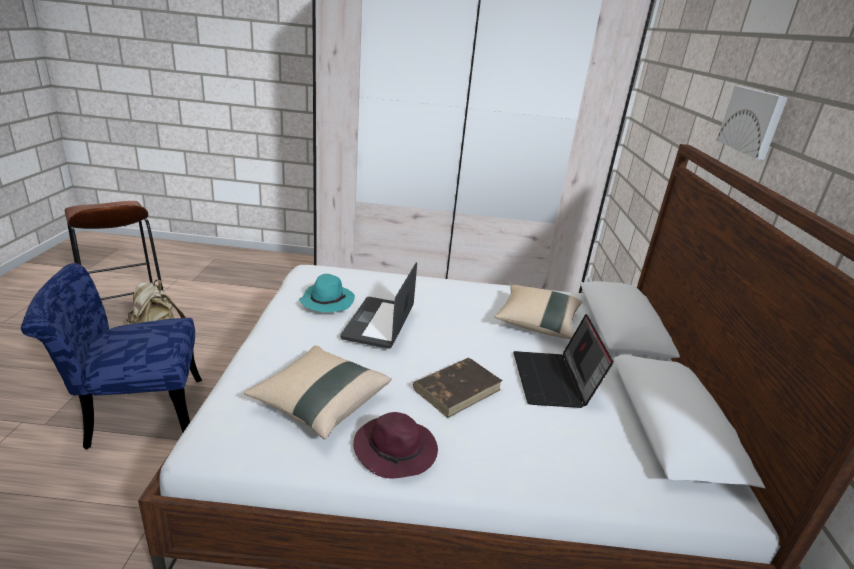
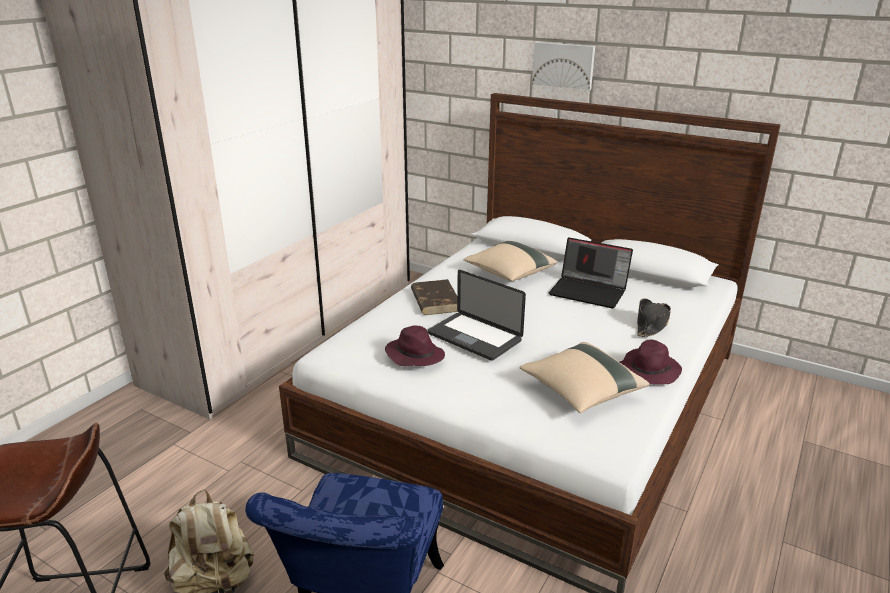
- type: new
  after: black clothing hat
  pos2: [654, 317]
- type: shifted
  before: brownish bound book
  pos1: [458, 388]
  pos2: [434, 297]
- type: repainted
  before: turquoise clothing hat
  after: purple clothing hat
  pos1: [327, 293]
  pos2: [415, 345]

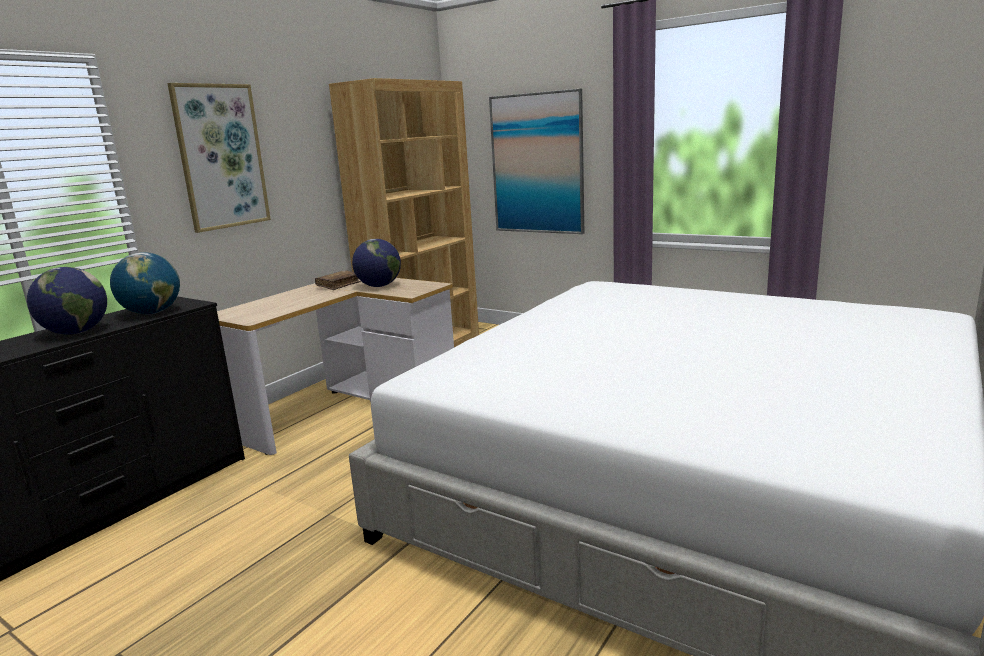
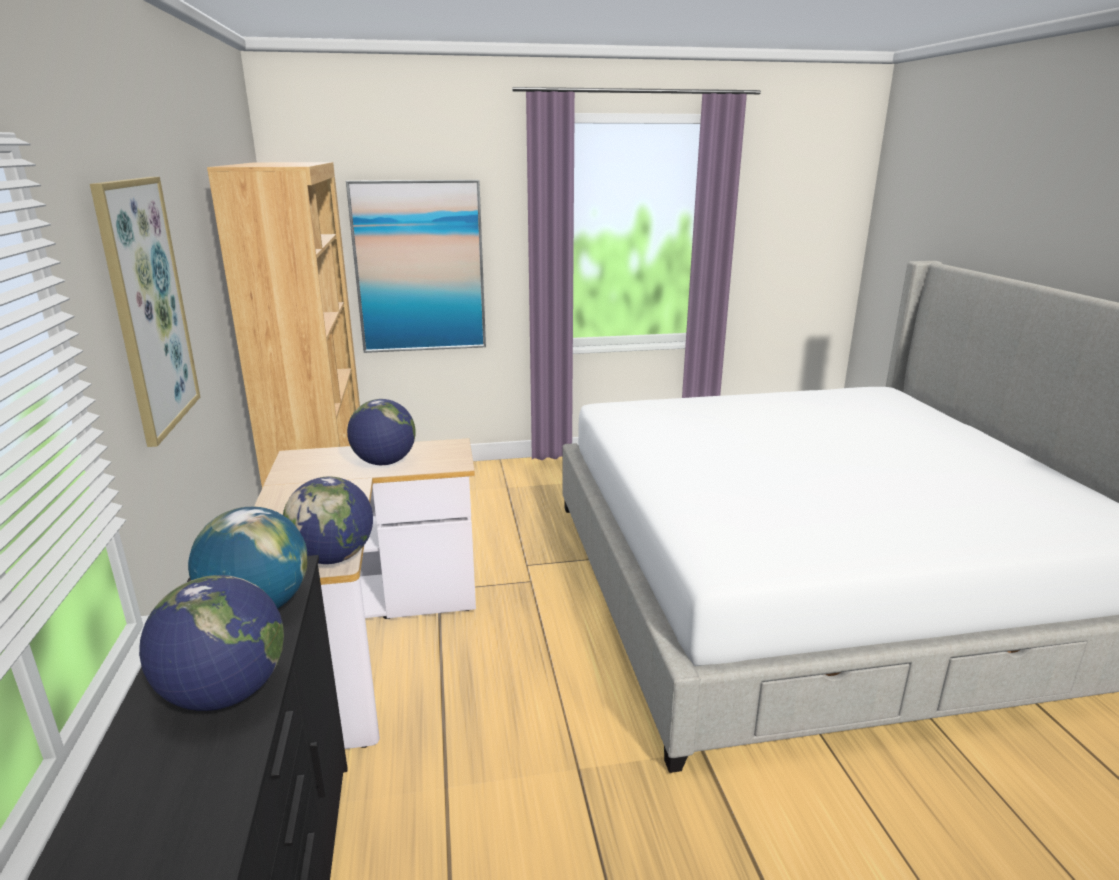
- type: gone
  before: brownish bound book
  pos1: [338, 280]
- type: new
  after: world globe
  pos2: [328, 520]

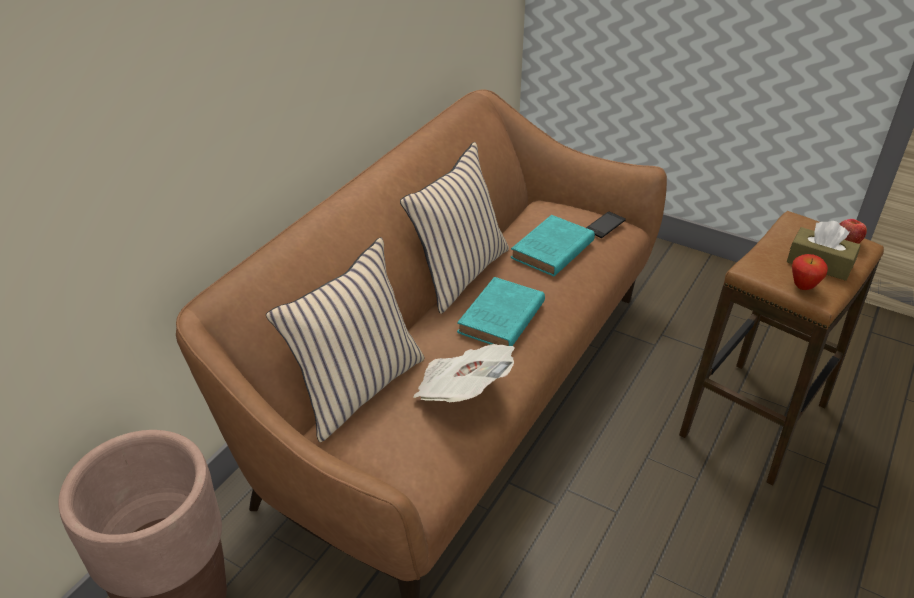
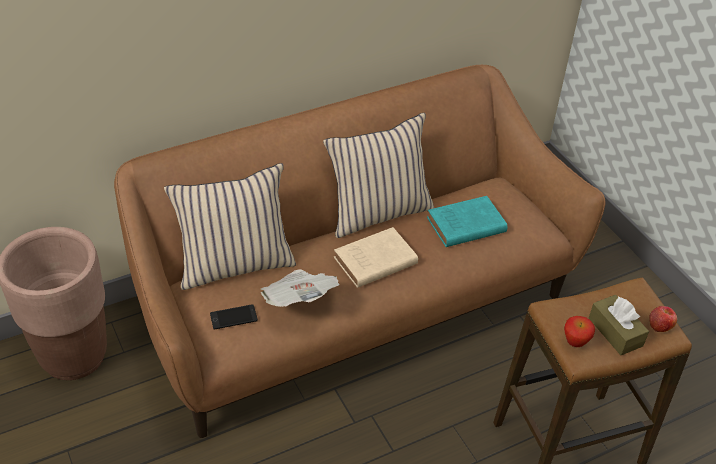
- type: shifted
  before: handset
  pos1: [606, 225]
  pos2: [234, 317]
- type: repainted
  before: turquoise bound book
  after: sand-coloured bound book
  pos1: [501, 311]
  pos2: [376, 257]

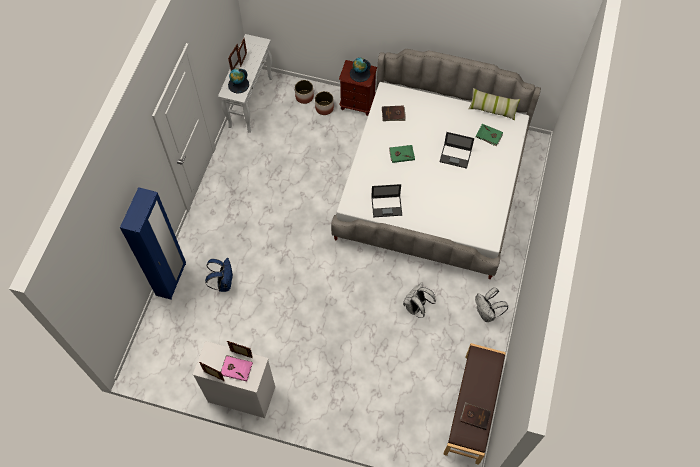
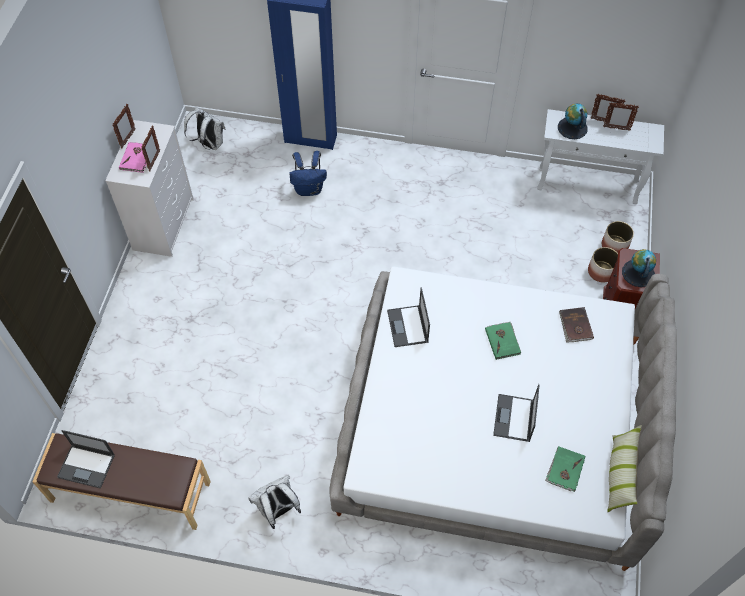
- type: shifted
  before: white-coloured rucksack
  pos1: [419, 300]
  pos2: [205, 128]
- type: swapped
  before: brownish bound book
  after: notebook computer
  pos1: [475, 416]
  pos2: [86, 459]

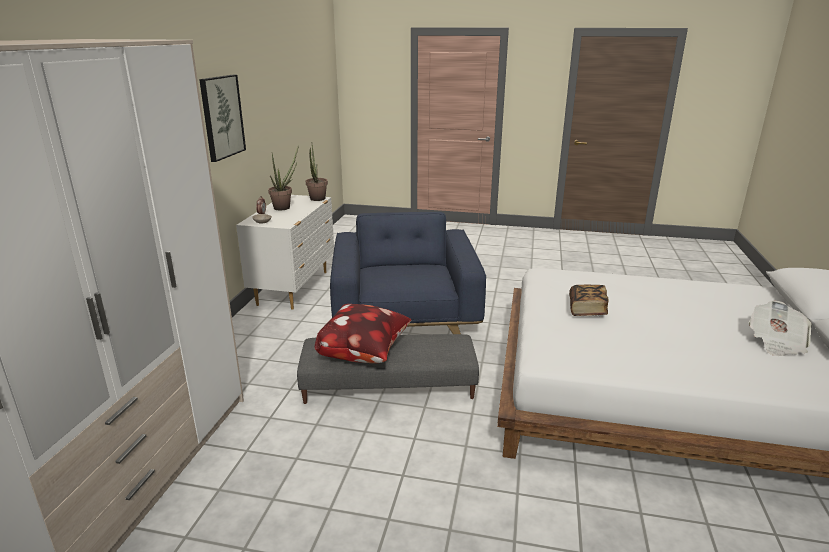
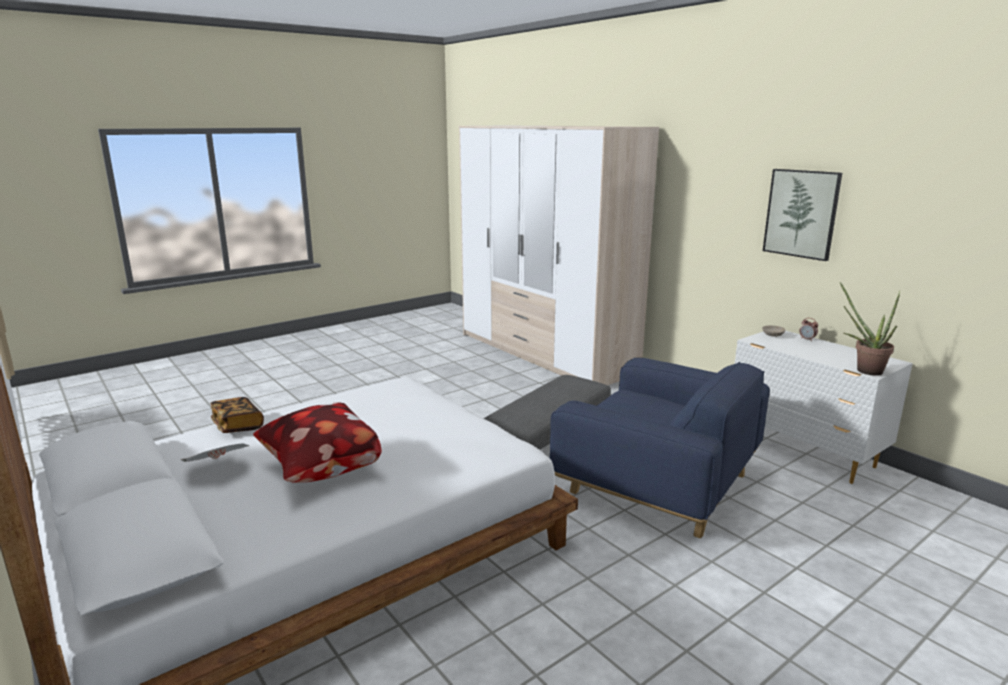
- type: gone
  before: plant in a pot
  pos1: [283, 177]
- type: shifted
  before: pillow
  pos1: [363, 333]
  pos2: [317, 443]
- type: shifted
  before: bound book
  pos1: [588, 300]
  pos2: [237, 415]

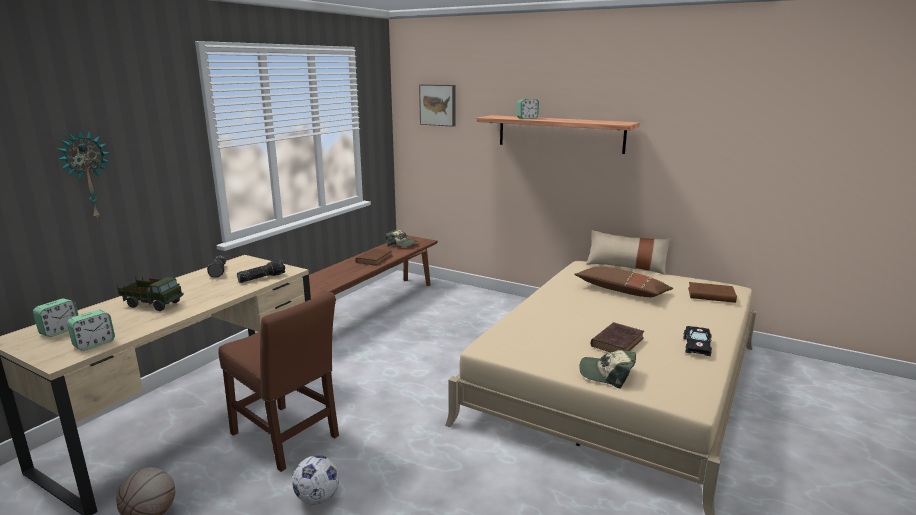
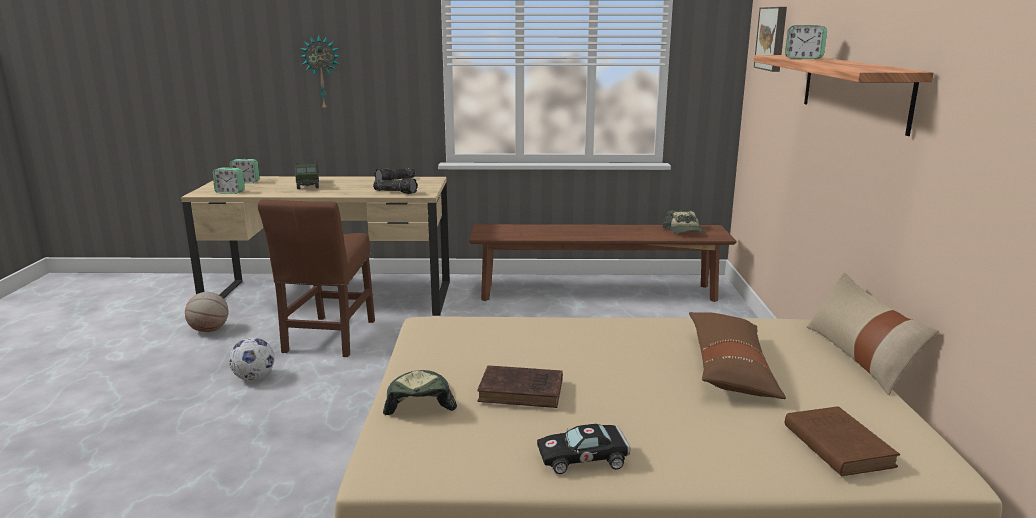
- type: gone
  before: brownish bound book
  pos1: [374, 257]

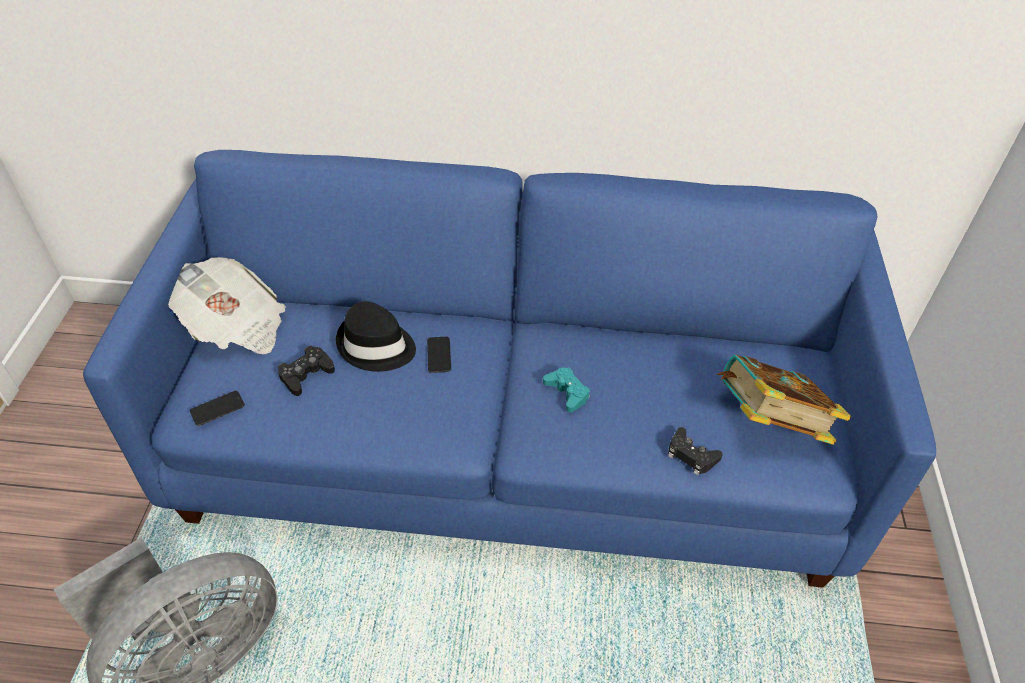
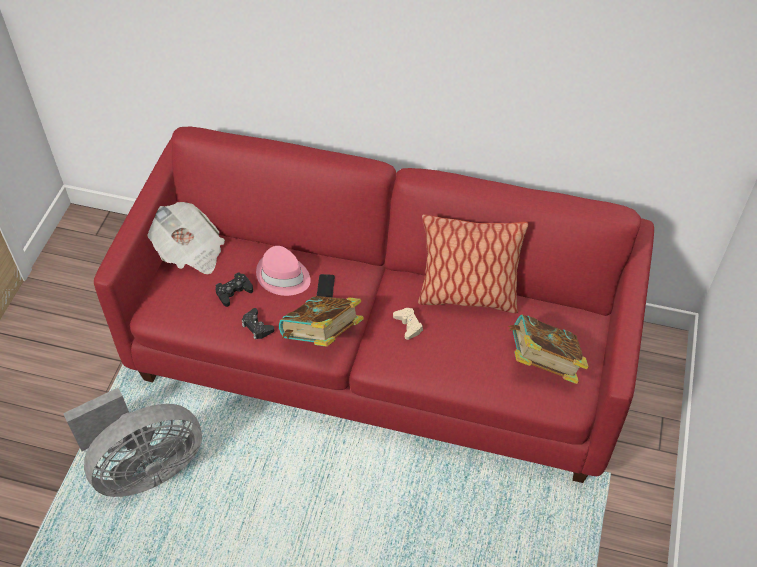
- type: gone
  before: handset
  pos1: [217, 408]
- type: new
  after: bound book
  pos2: [321, 321]
- type: new
  after: pillow
  pos2: [473, 263]
- type: shifted
  before: black game controller
  pos1: [695, 451]
  pos2: [258, 324]
- type: repainted
  before: blue sofa
  after: reddish sofa
  pos1: [509, 369]
  pos2: [374, 305]
- type: repainted
  before: black clothing hat
  after: pinkish clothing hat
  pos1: [376, 336]
  pos2: [283, 271]
- type: repainted
  before: turquoise game controller
  after: sand-coloured game controller
  pos1: [566, 389]
  pos2: [408, 324]

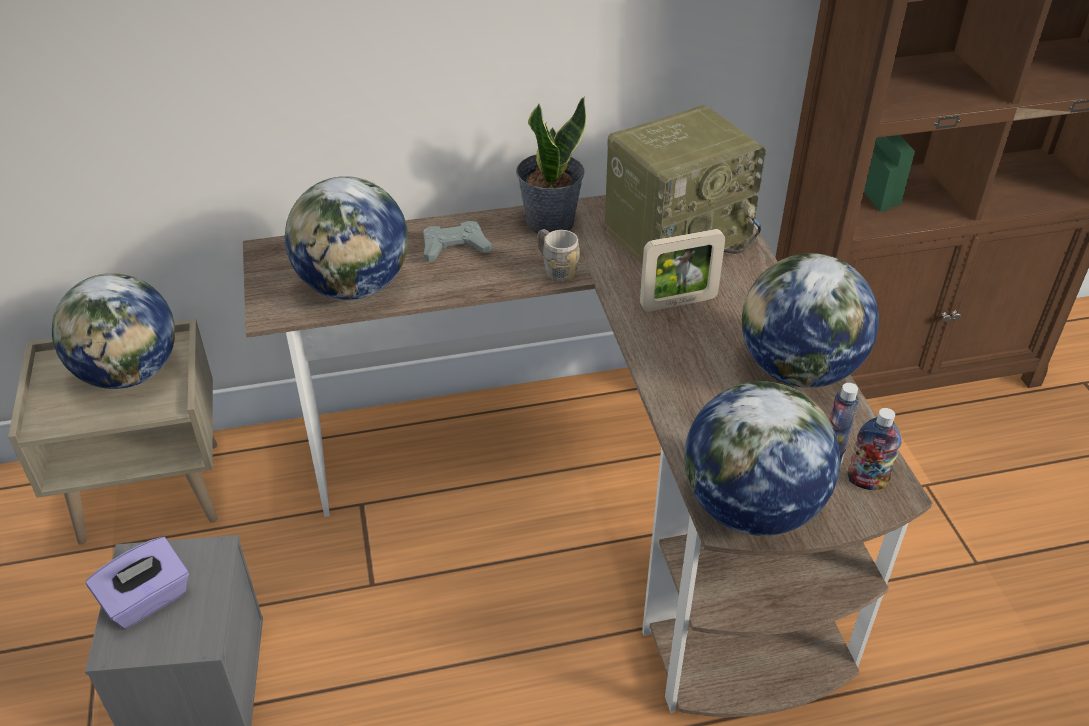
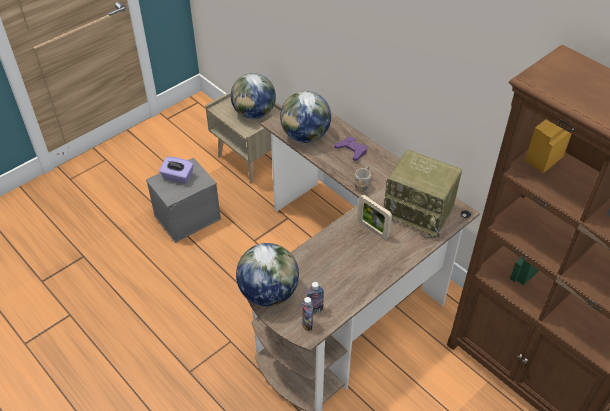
- type: gone
  before: plant in a pot
  pos1: [551, 165]
- type: gone
  before: world globe
  pos1: [810, 320]
- type: repainted
  before: gray game controller
  after: purple game controller
  pos1: [457, 241]
  pos2: [350, 148]

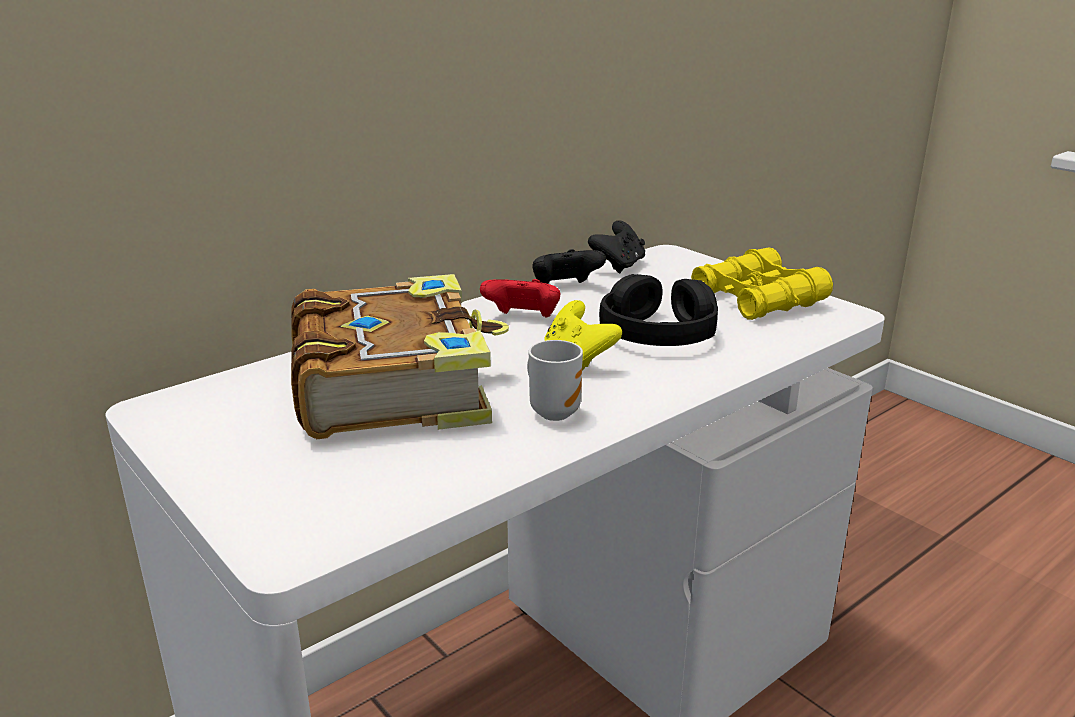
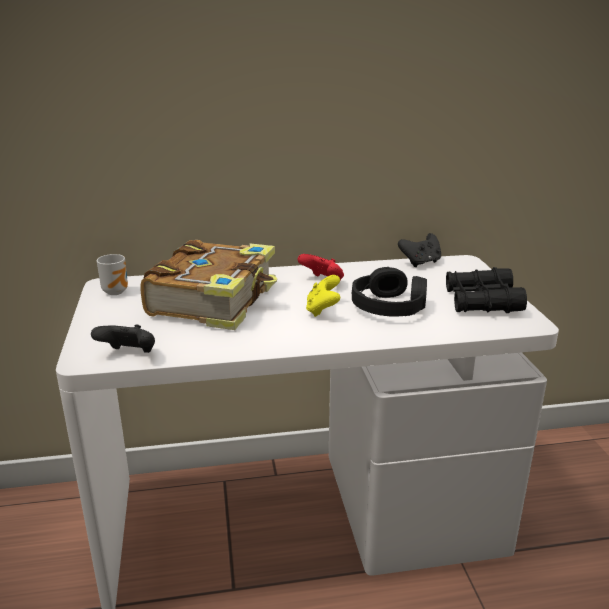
- type: shifted
  before: tea mug
  pos1: [555, 380]
  pos2: [112, 274]
- type: shifted
  before: black game controller
  pos1: [569, 266]
  pos2: [123, 338]
- type: repainted
  before: yellow field glasses
  after: black field glasses
  pos1: [762, 284]
  pos2: [486, 290]

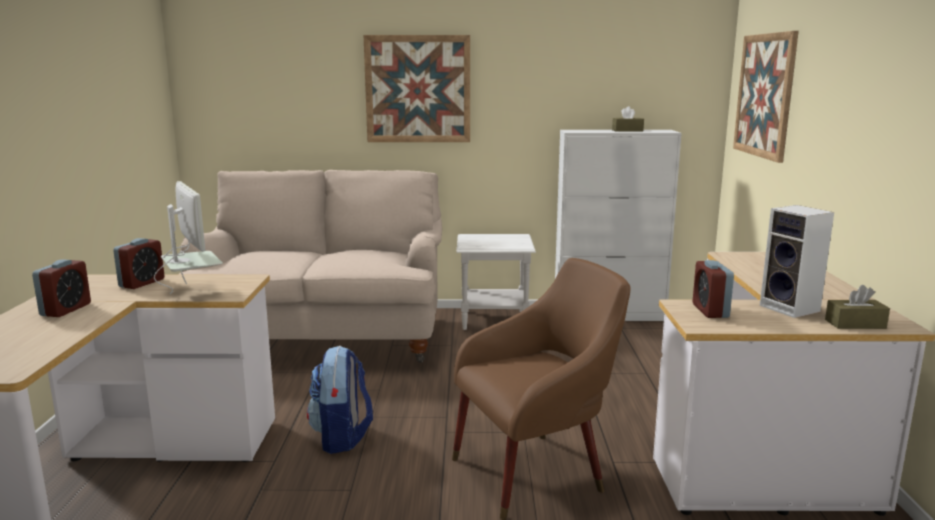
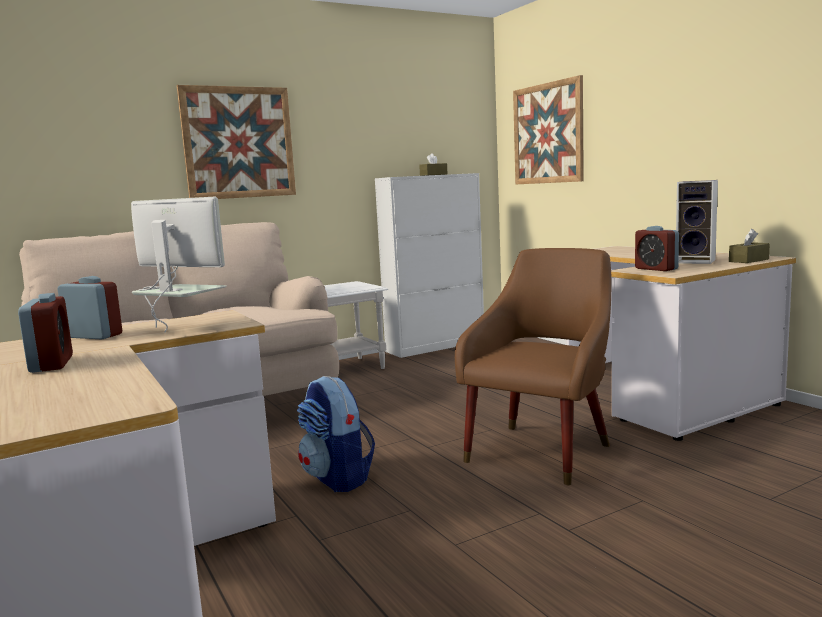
- type: rotated
  before: alarm clock
  pos1: [138, 263]
  pos2: [90, 308]
  turn: -60

